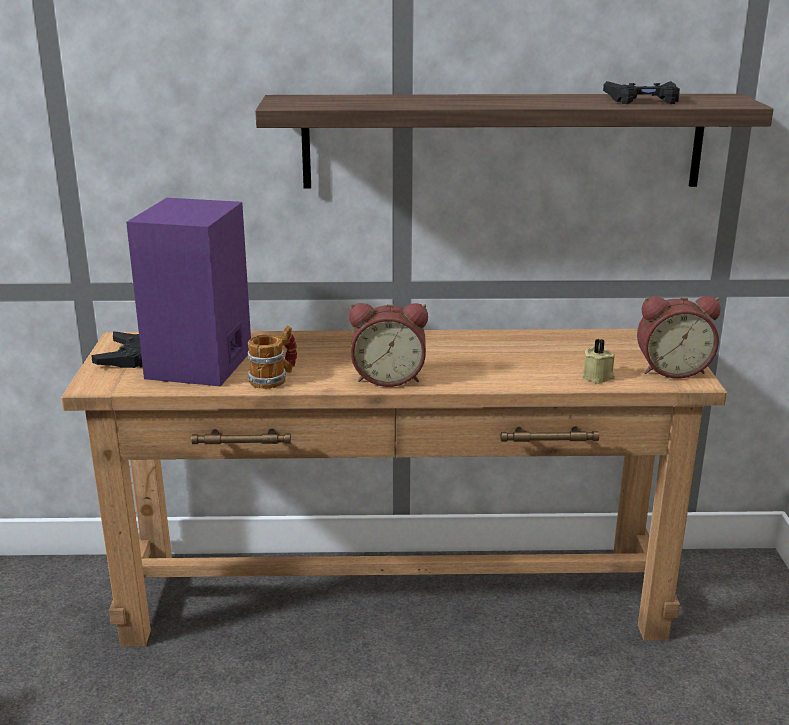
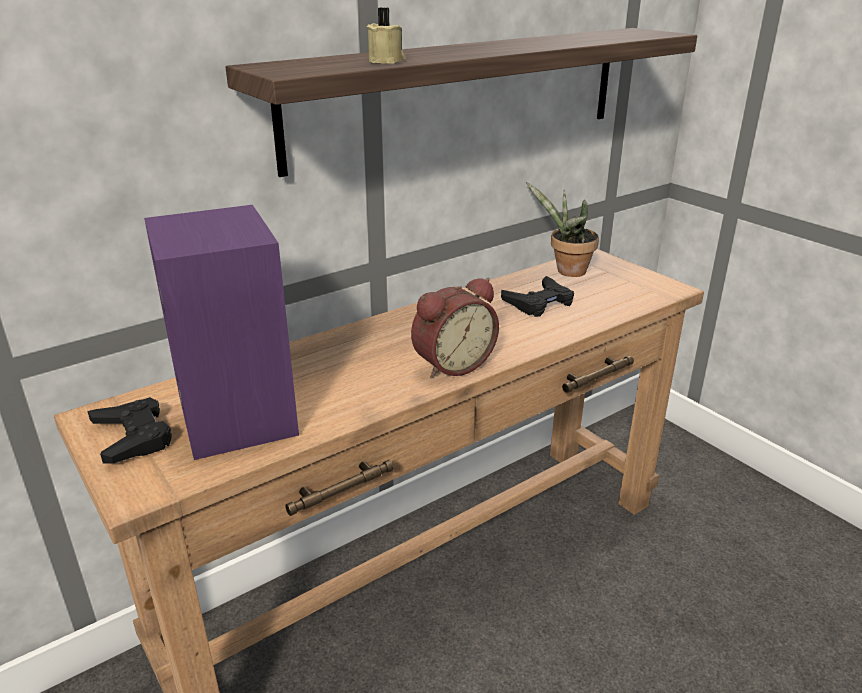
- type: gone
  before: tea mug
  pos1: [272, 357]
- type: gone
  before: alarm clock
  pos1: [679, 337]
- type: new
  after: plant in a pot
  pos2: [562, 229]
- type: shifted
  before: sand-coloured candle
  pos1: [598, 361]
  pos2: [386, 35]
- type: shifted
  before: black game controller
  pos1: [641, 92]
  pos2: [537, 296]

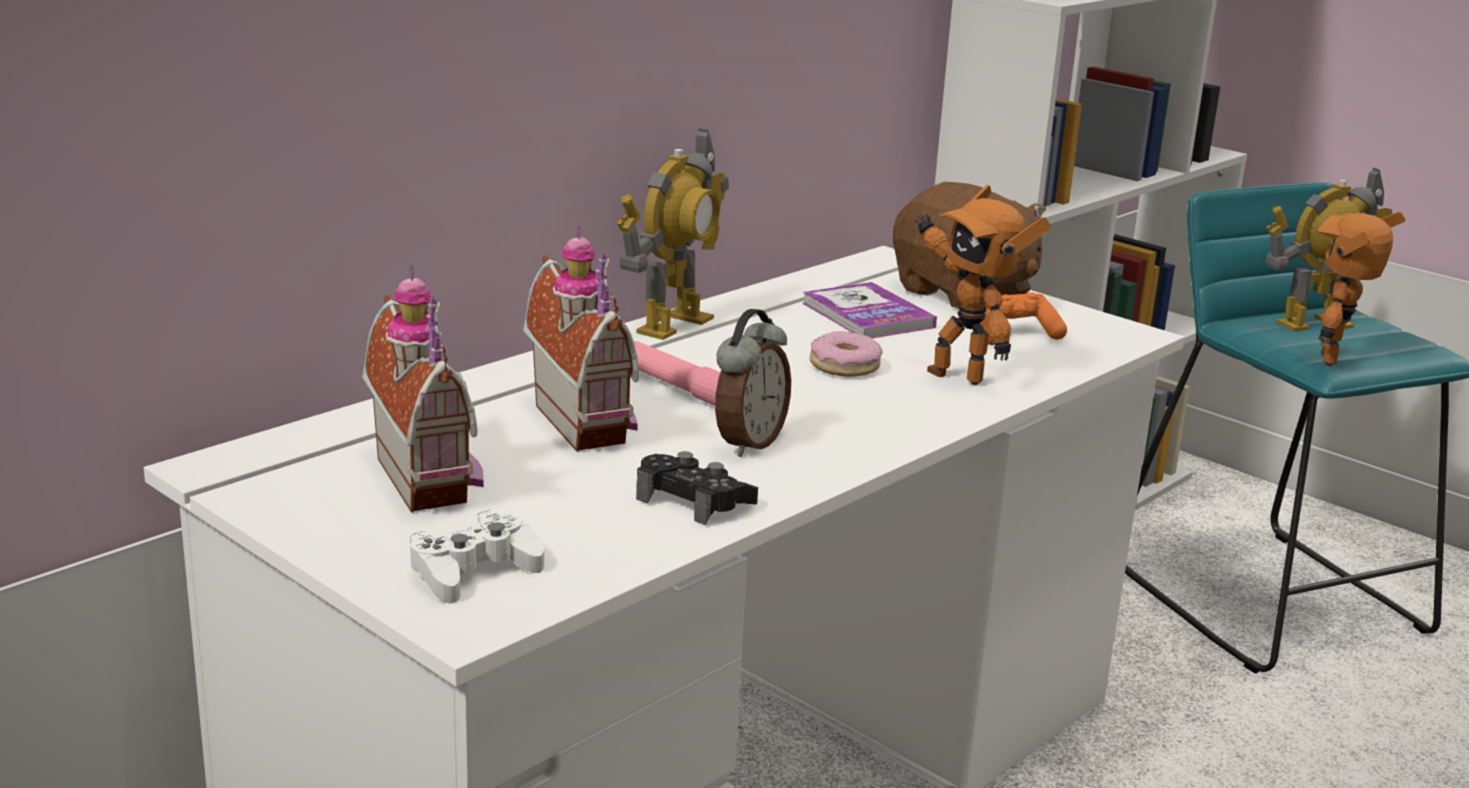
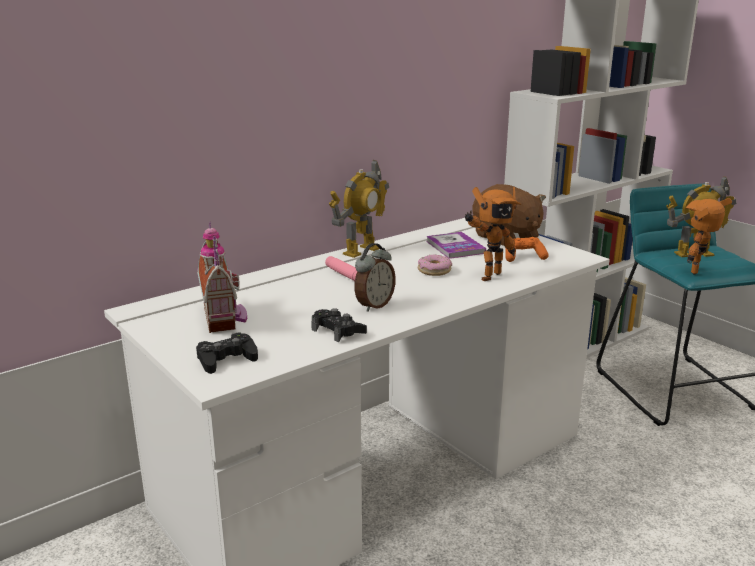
- type: gone
  before: model house
  pos1: [581, 338]
- type: repainted
  before: white-coloured game controller
  after: black game controller
  pos1: [477, 557]
  pos2: [227, 353]
- type: rotated
  before: robot figure
  pos1: [983, 285]
  pos2: [493, 234]
  turn: -90

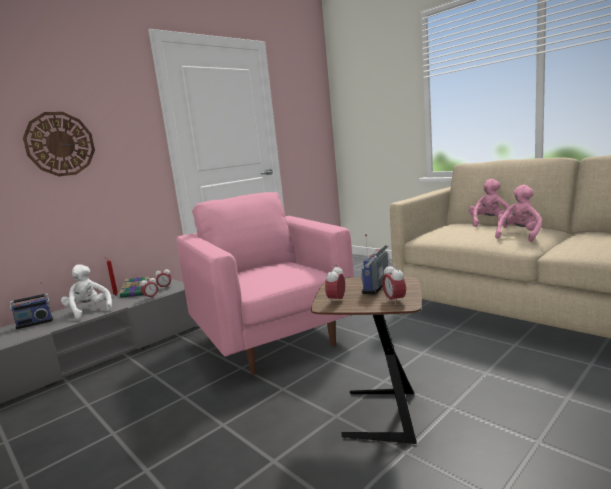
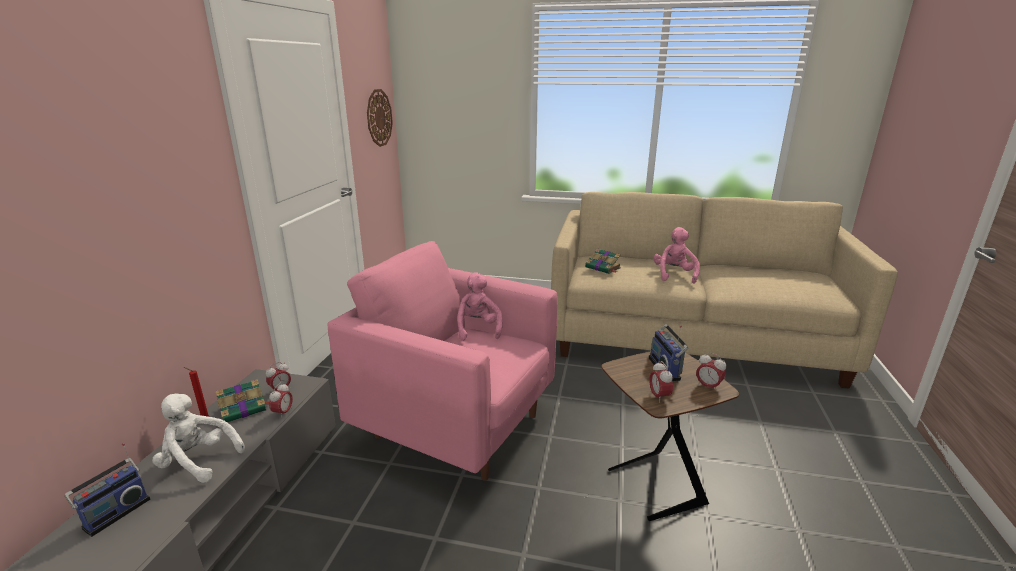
- type: new
  after: bound book
  pos2: [603, 261]
- type: shifted
  before: hanging clock
  pos1: [59, 144]
  pos2: [380, 118]
- type: shifted
  before: pinkish soft toy
  pos1: [490, 203]
  pos2: [480, 306]

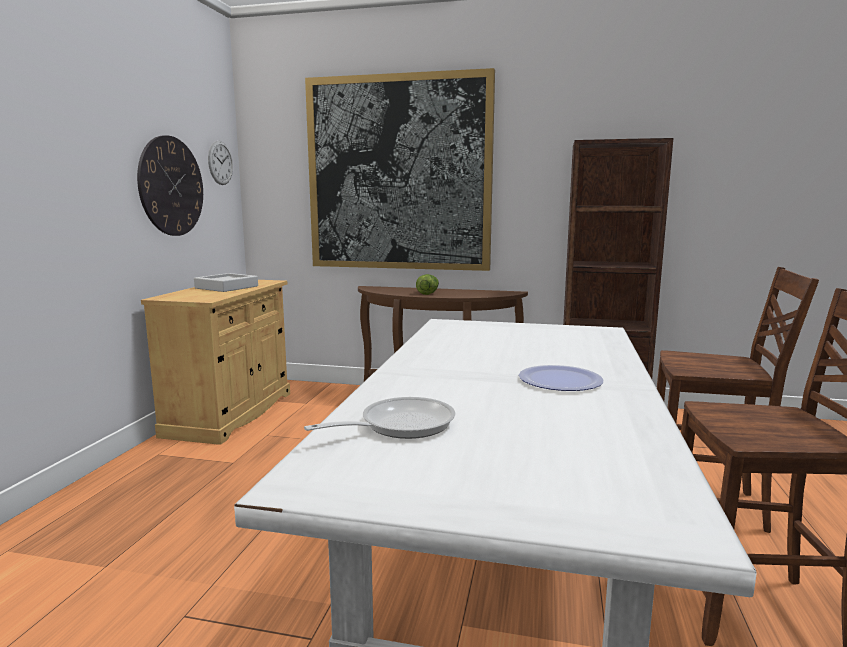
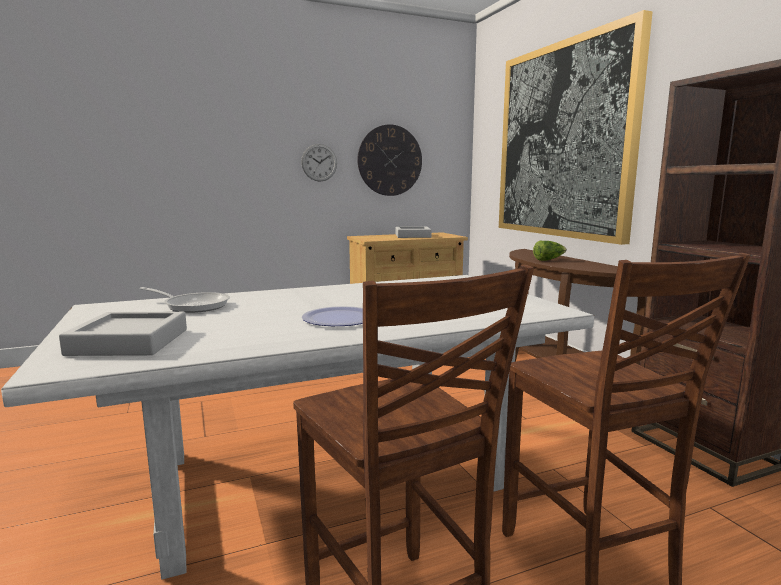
- type: new
  after: gray serving tray
  pos2: [123, 334]
- type: shifted
  before: hanging clock
  pos1: [220, 163]
  pos2: [319, 163]

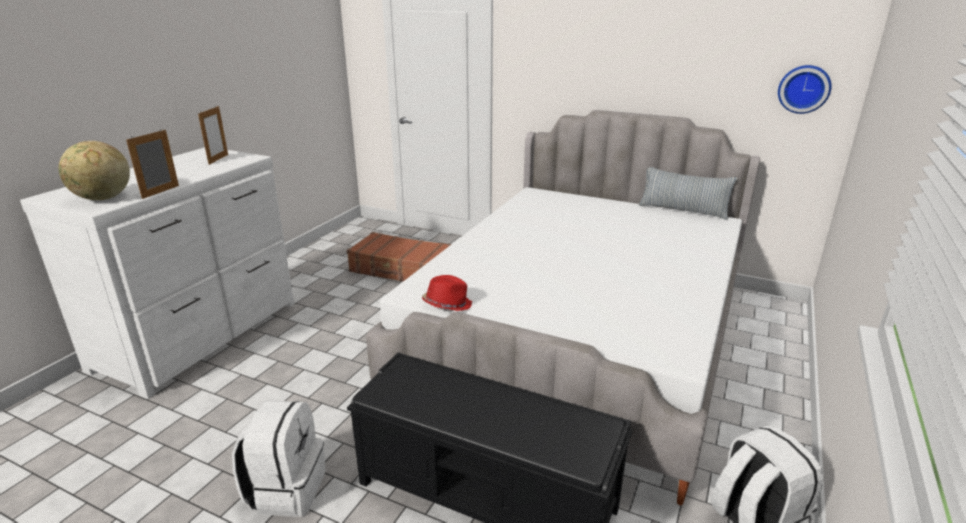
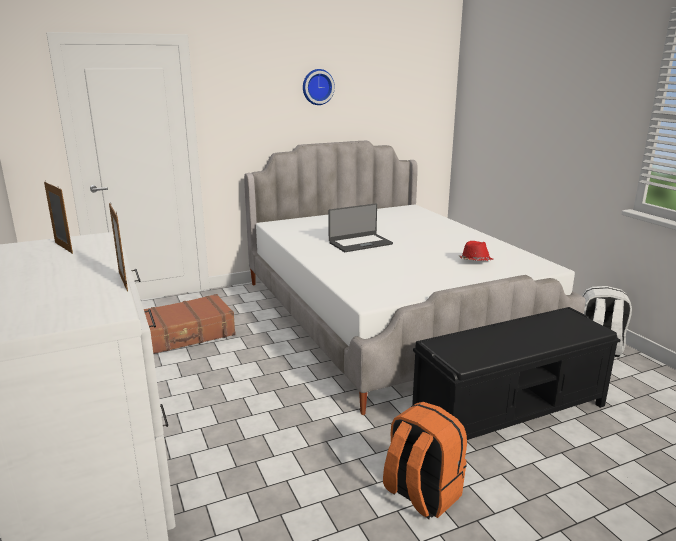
- type: gone
  before: world globe
  pos1: [94, 170]
- type: gone
  before: pillow
  pos1: [688, 193]
- type: new
  after: notebook computer
  pos2: [360, 227]
- type: shifted
  before: reddish clothing hat
  pos1: [447, 293]
  pos2: [476, 251]
- type: shifted
  before: hanging clock
  pos1: [804, 89]
  pos2: [319, 87]
- type: repainted
  before: white-coloured rucksack
  after: orange-coloured rucksack
  pos1: [278, 458]
  pos2: [425, 460]

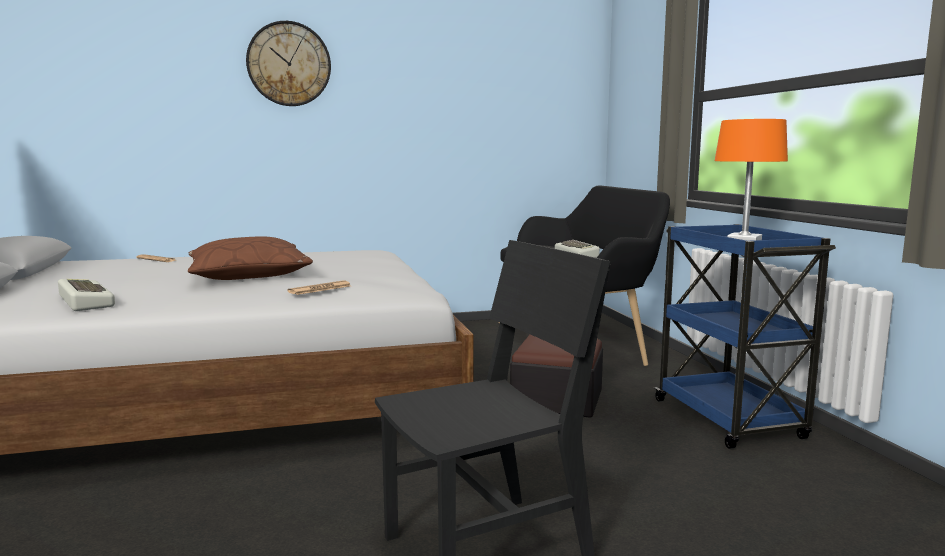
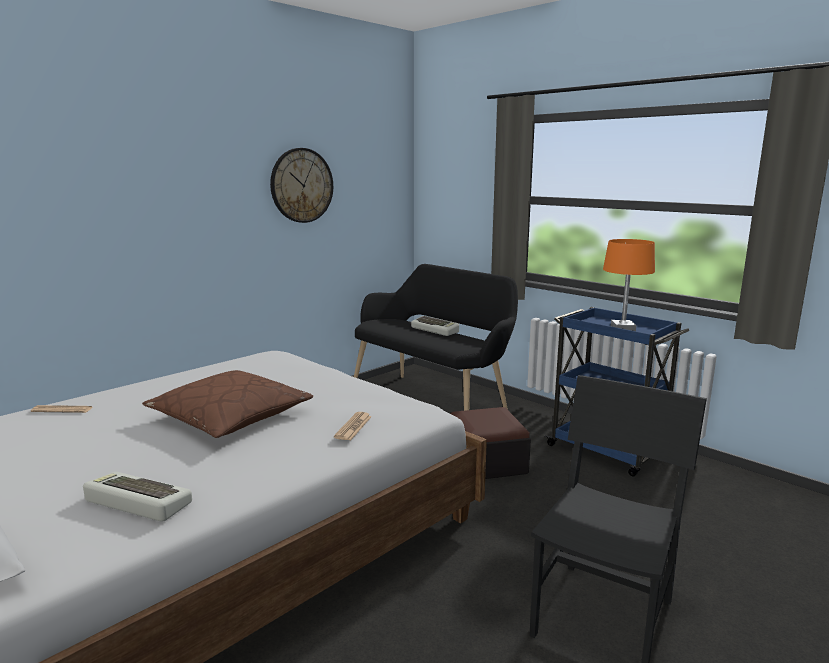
- type: shifted
  before: hanging clock
  pos1: [288, 63]
  pos2: [301, 185]

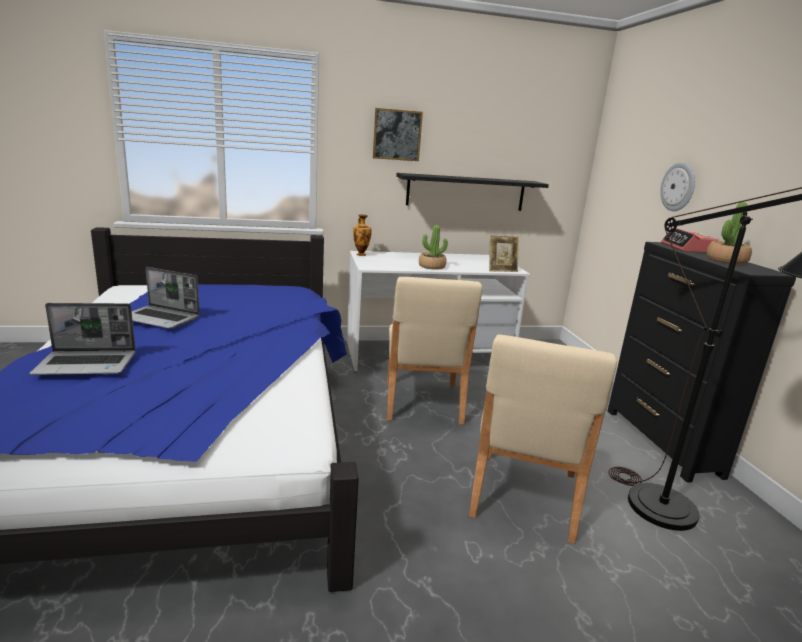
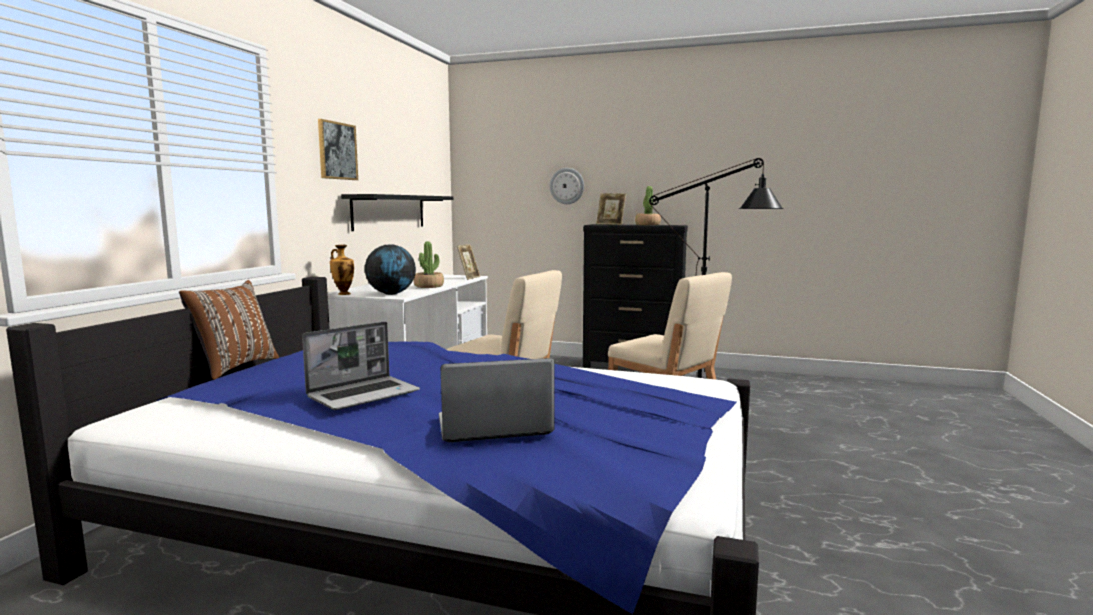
- type: new
  after: brownish pillow
  pos2: [229, 330]
- type: new
  after: world globe
  pos2: [390, 270]
- type: swapped
  before: alarm clock
  after: standing frame
  pos1: [690, 240]
  pos2: [611, 209]
- type: rotated
  before: notebook computer
  pos1: [83, 339]
  pos2: [497, 400]
  turn: -120

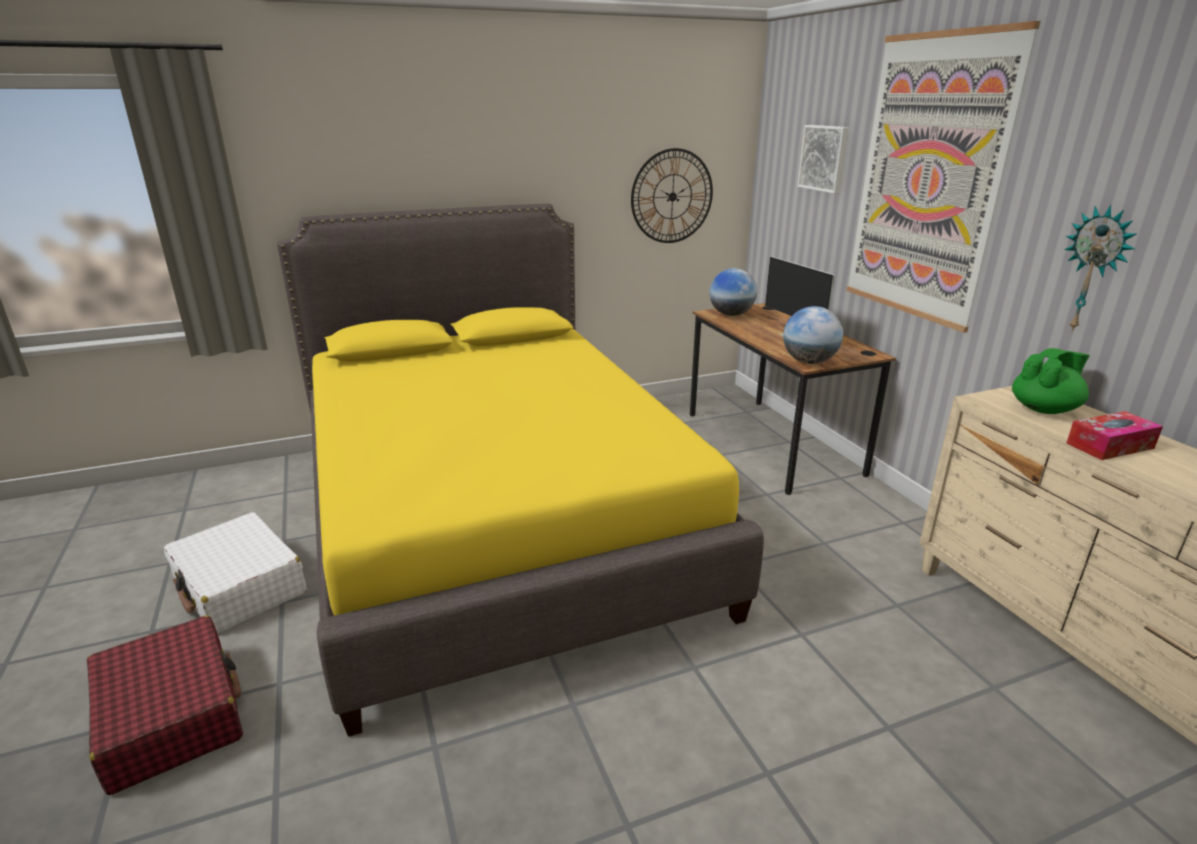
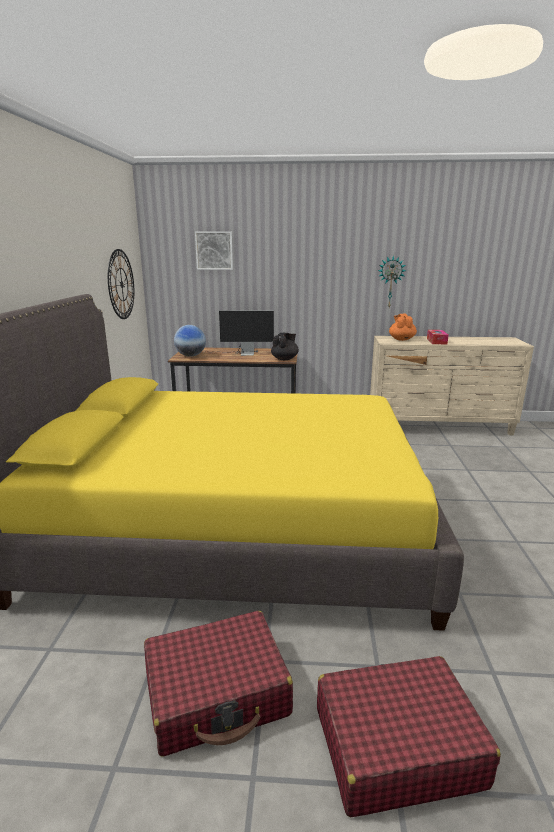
- type: gone
  before: wall picture
  pos1: [943, 177]
- type: swapped
  before: world globe
  after: black teapot
  pos1: [813, 335]
  pos2: [285, 346]
- type: repainted
  before: white-coloured travel case
  after: reddish travel case
  pos1: [235, 573]
  pos2: [218, 684]
- type: repainted
  before: greenish teapot
  after: orange-coloured teapot
  pos1: [1051, 381]
  pos2: [403, 327]

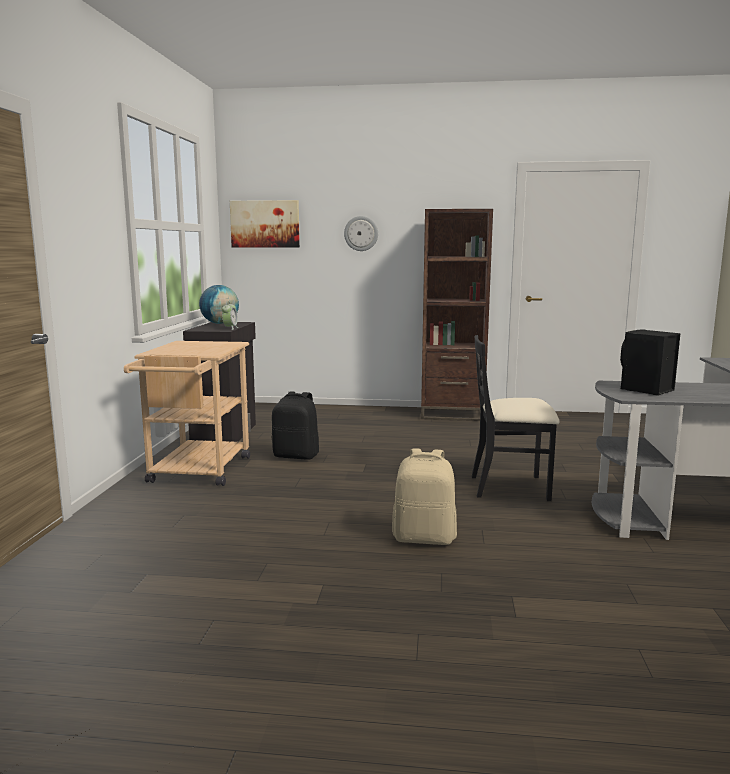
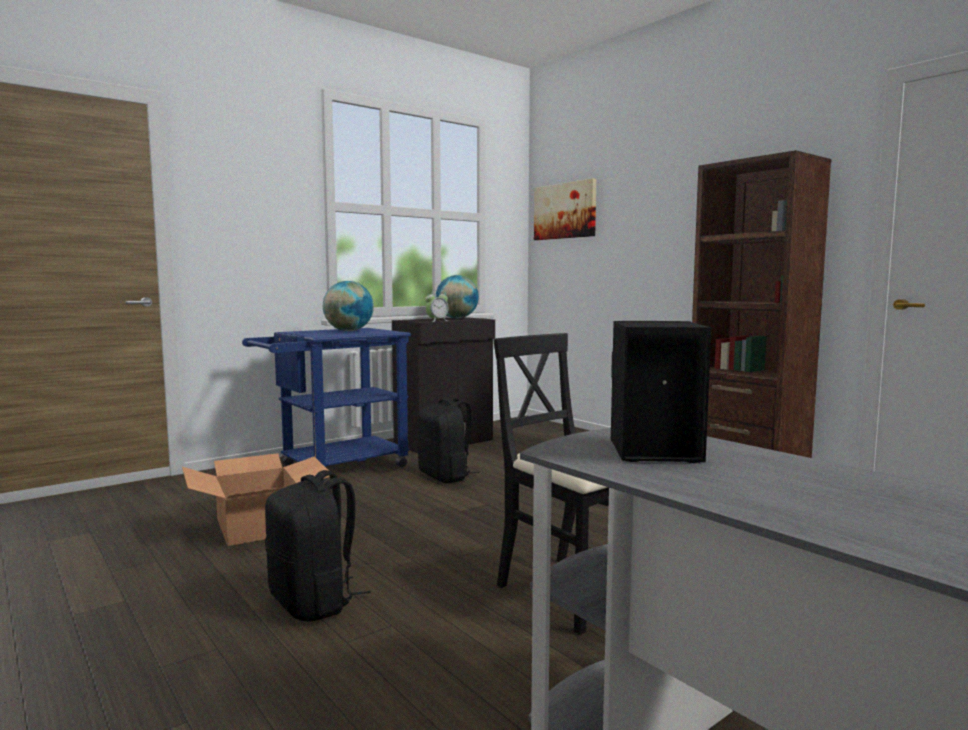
- type: gone
  before: hanging clock
  pos1: [361, 233]
- type: new
  after: cardboard box
  pos2: [256, 499]
- type: new
  after: world globe
  pos2: [348, 306]
- type: repainted
  before: sand-coloured trolley
  after: blue trolley
  pos1: [187, 413]
  pos2: [326, 405]
- type: repainted
  before: sand-coloured rucksack
  after: black rucksack
  pos1: [424, 496]
  pos2: [318, 546]

